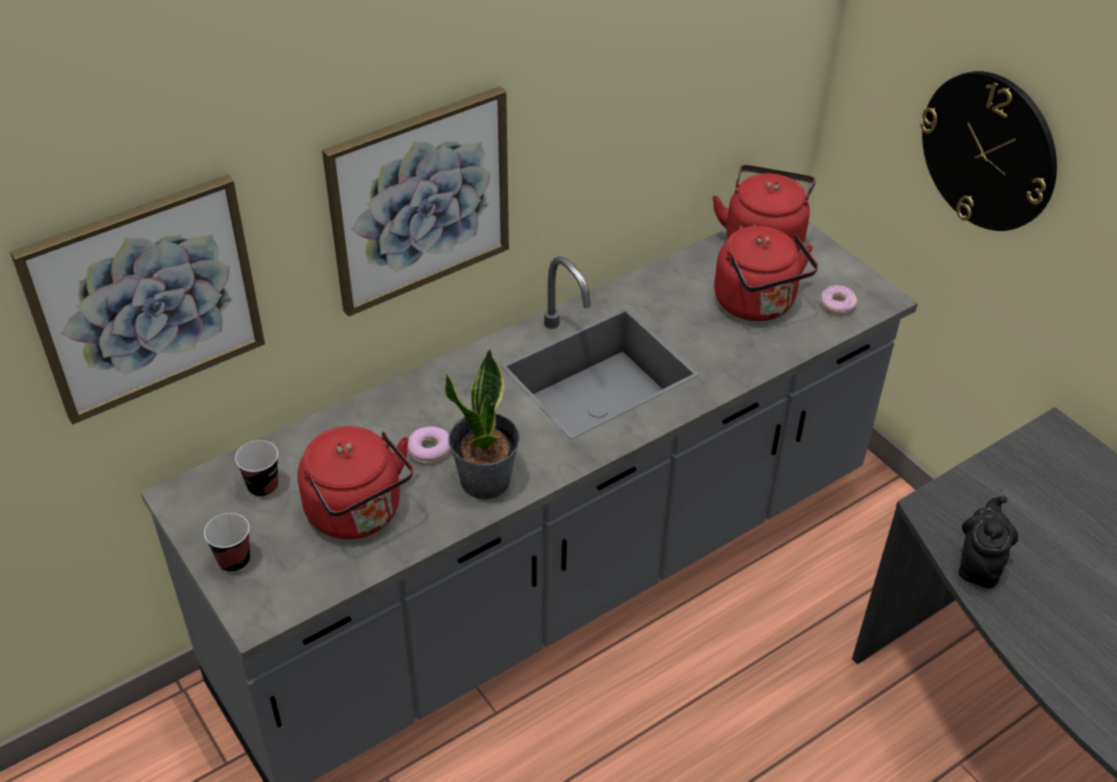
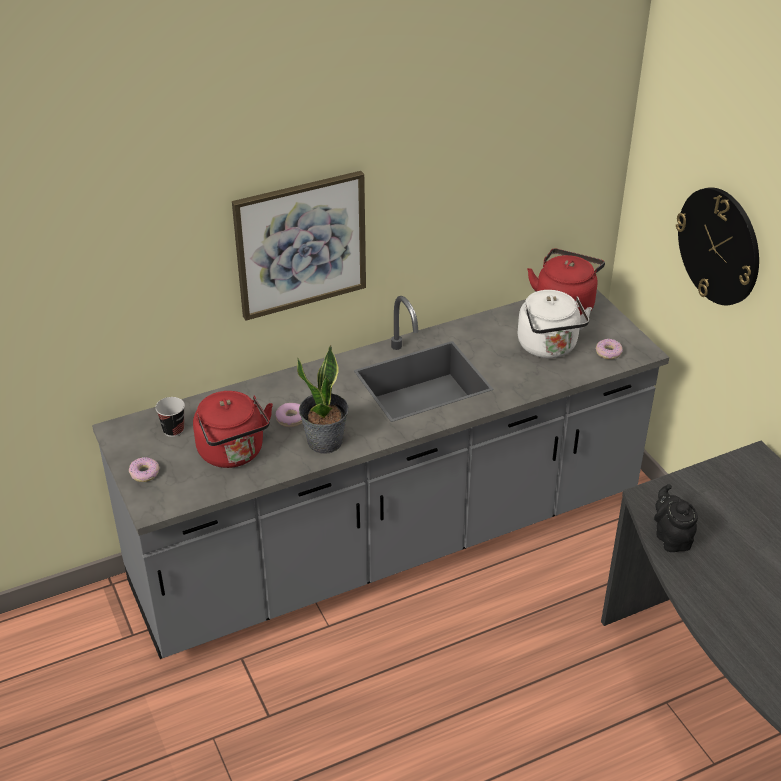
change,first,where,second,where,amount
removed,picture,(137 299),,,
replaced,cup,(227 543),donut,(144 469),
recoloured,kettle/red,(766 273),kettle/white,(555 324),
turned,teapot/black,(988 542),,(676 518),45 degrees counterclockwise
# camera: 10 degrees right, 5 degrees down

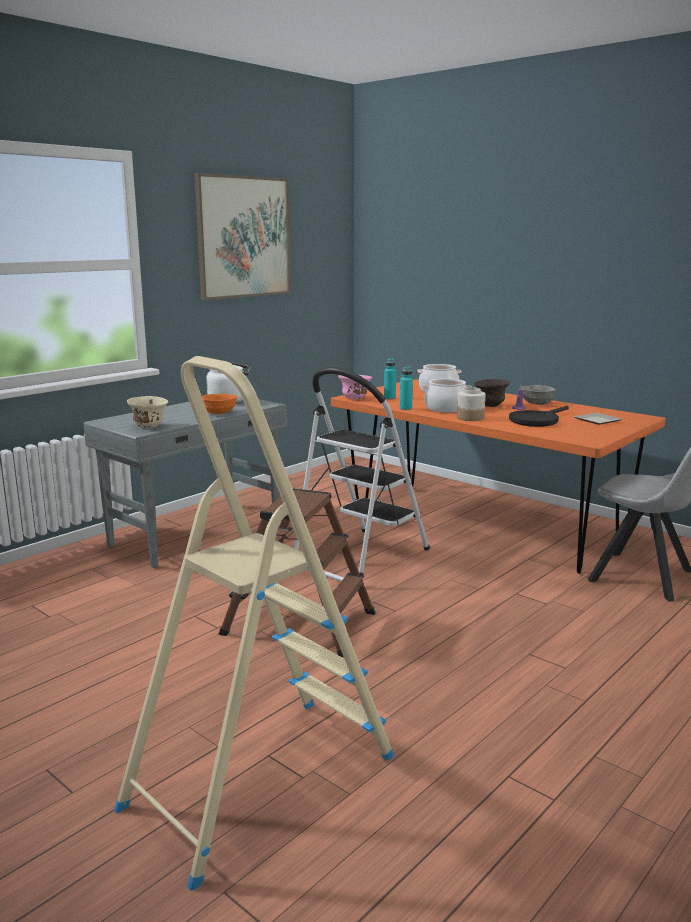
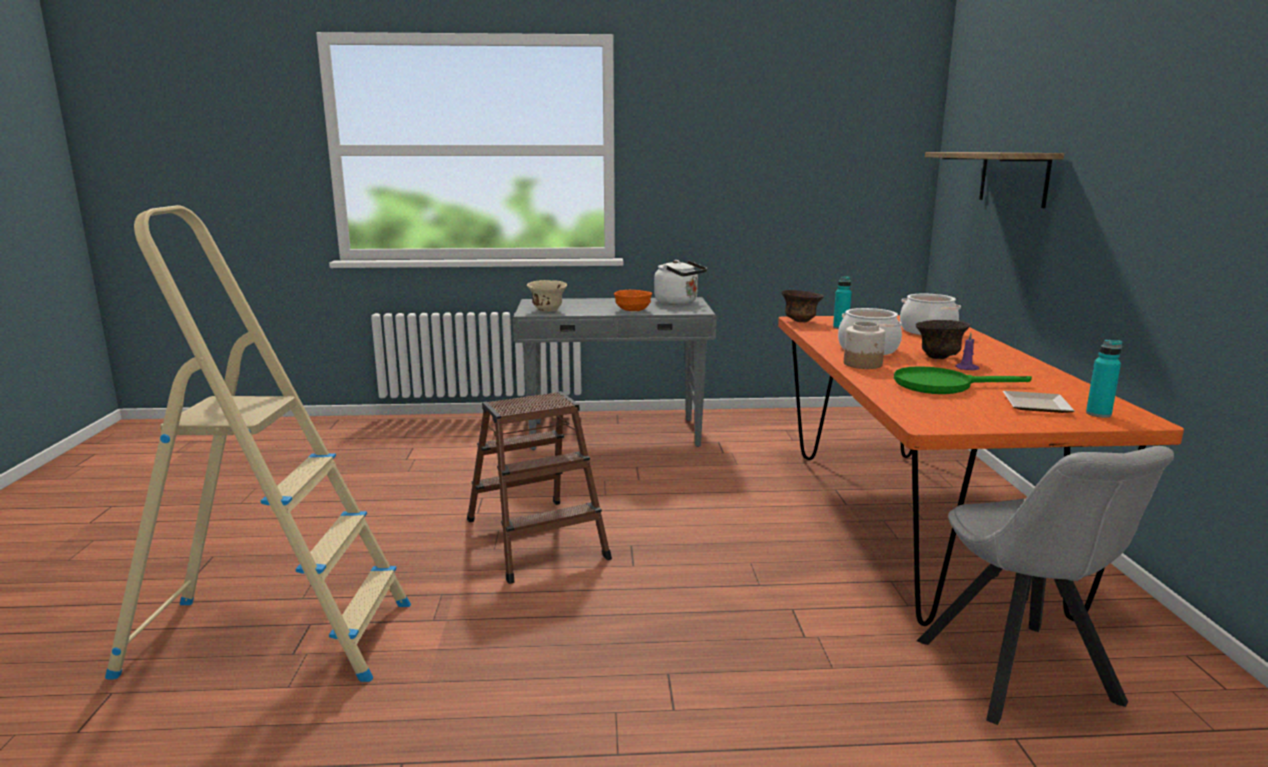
change,first,where,second,where,amount
removed,picture,(242 236),,,
removed,step ladder,(362 474),,,
removed,bowl/grey,(538 395),,,
added,,,shelf,(994 180),
moved,bottle/turquoise,(406 388),,(1104 379),
recoloured,bowl/pink,(355 387),bowl/brown,(802 306),
recoloured,frying pan/black,(539 416),frying pan/green,(963 380),
# camera: 45 degrees right, 0 degrees up

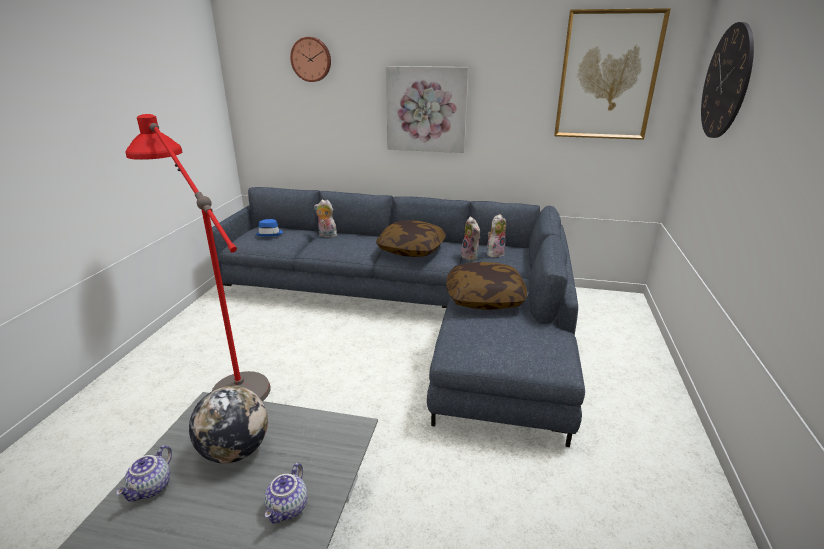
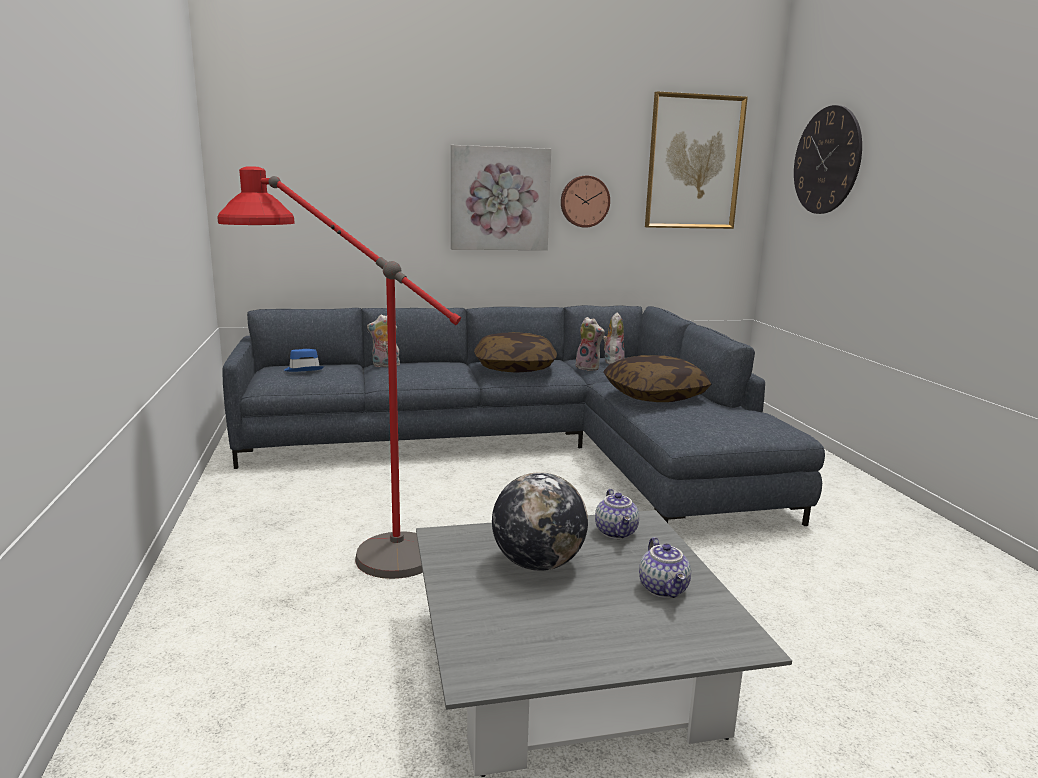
change,first,where,second,where,amount
moved,teapot,(144 473),,(617 514),
moved,wall clock,(310 59),,(585 202),
# camera: 25 degrees left, 10 degrees down

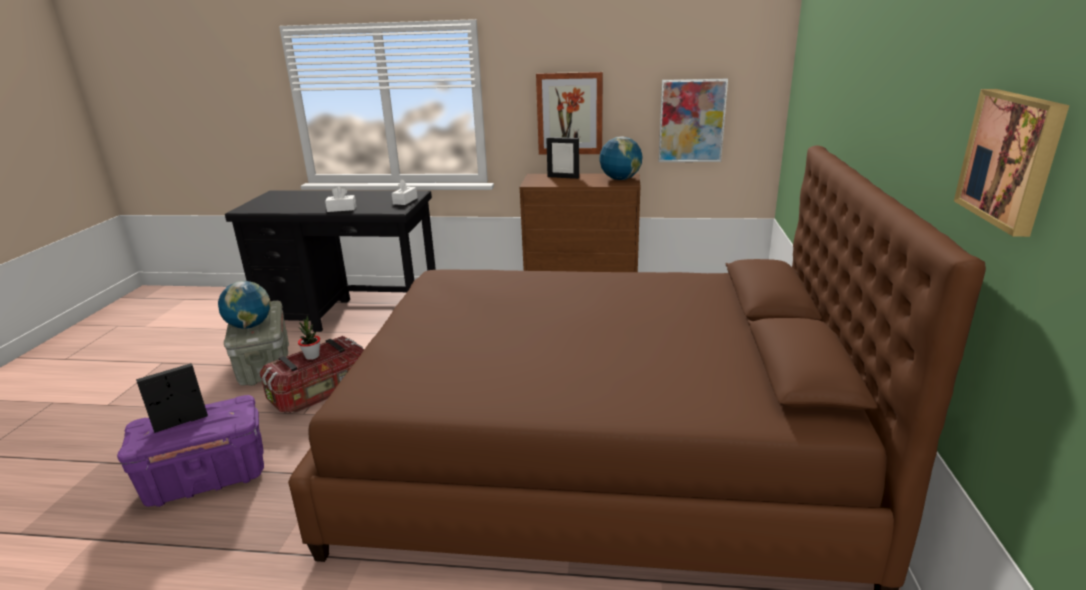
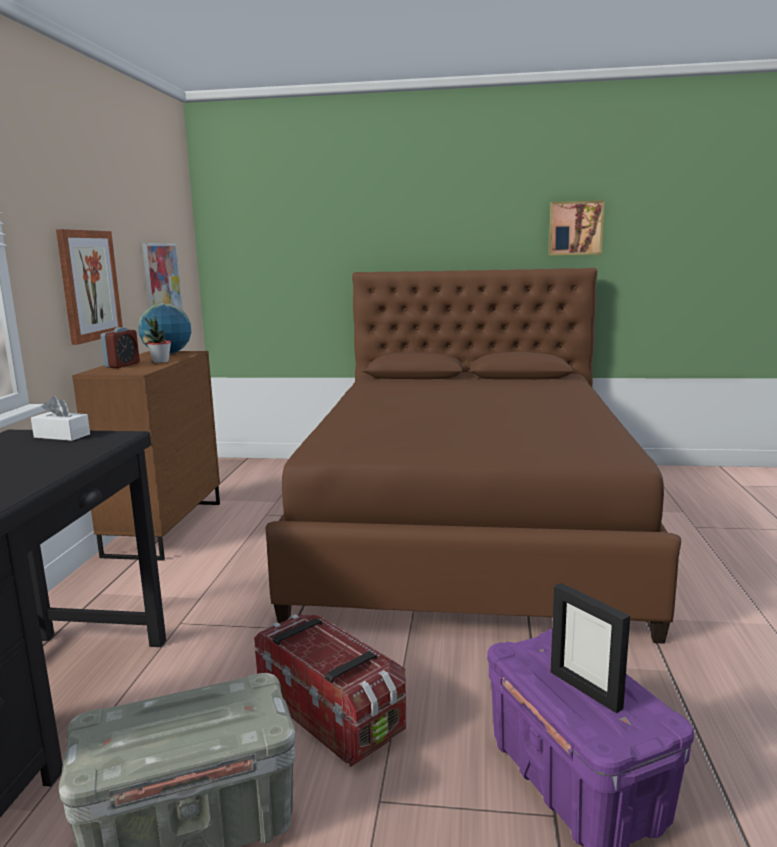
change,first,where,second,where,amount
removed,globe,(244 305),,,
removed,tissue box/white,(340 199),,,
moved,potted plant,(309 338),,(158 340),
replaced,picture frame,(562 158),alarm clock,(120 347),
# camera: 90 degrees left, 10 degrees down

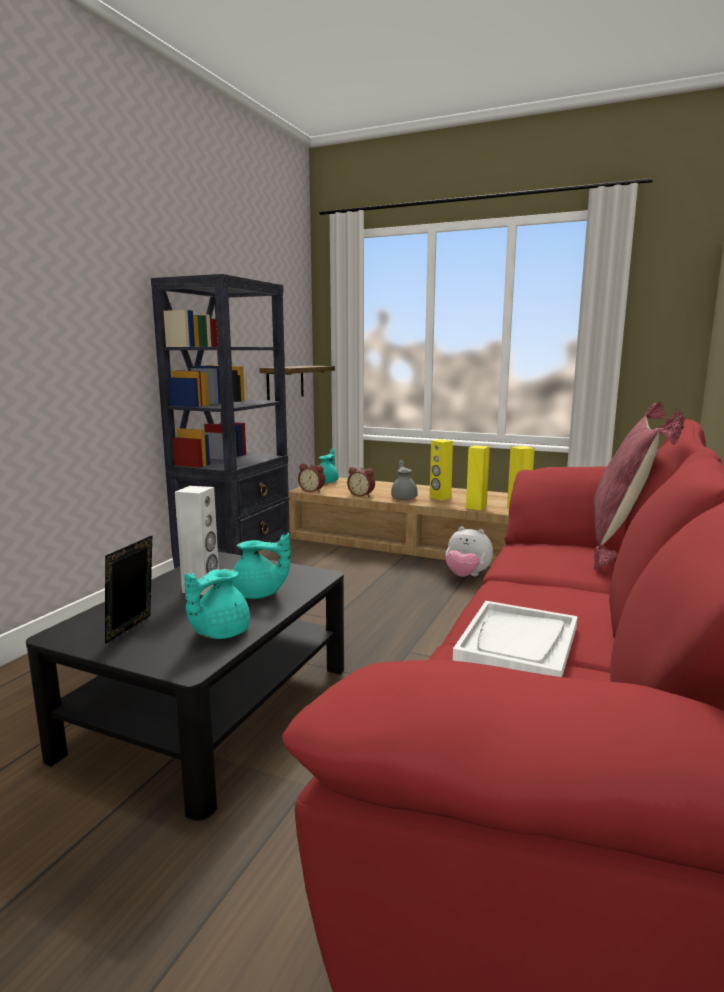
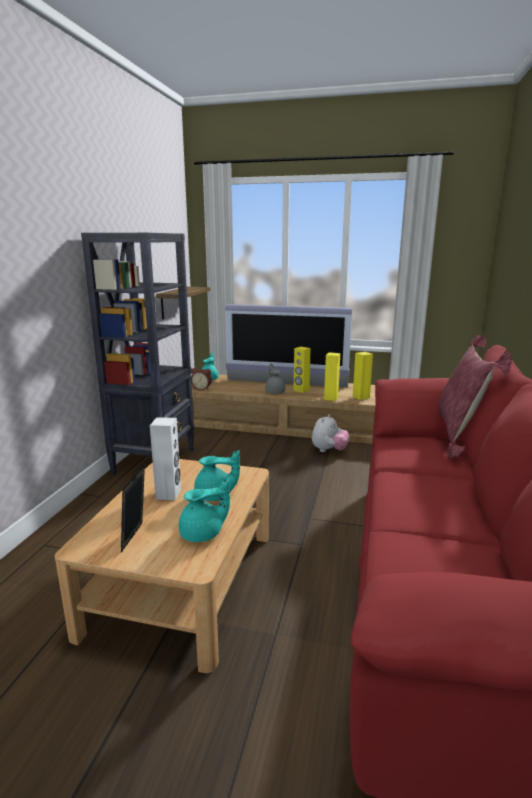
change,first,where,second,where,amount
removed,alarm clock,(361 482),,,
removed,tray/white,(515 639),,,
added,,,television,(288 345),
recoloured,coffee table/black,(185 686),coffee table/beige,(162 566),
turned,teapot/turquoise,(217 604),,(204 510),135 degrees counterclockwise
turned,plush toy,(469 551),,(331 433),75 degrees counterclockwise
# camera: 10 degrees left, 5 degrees up

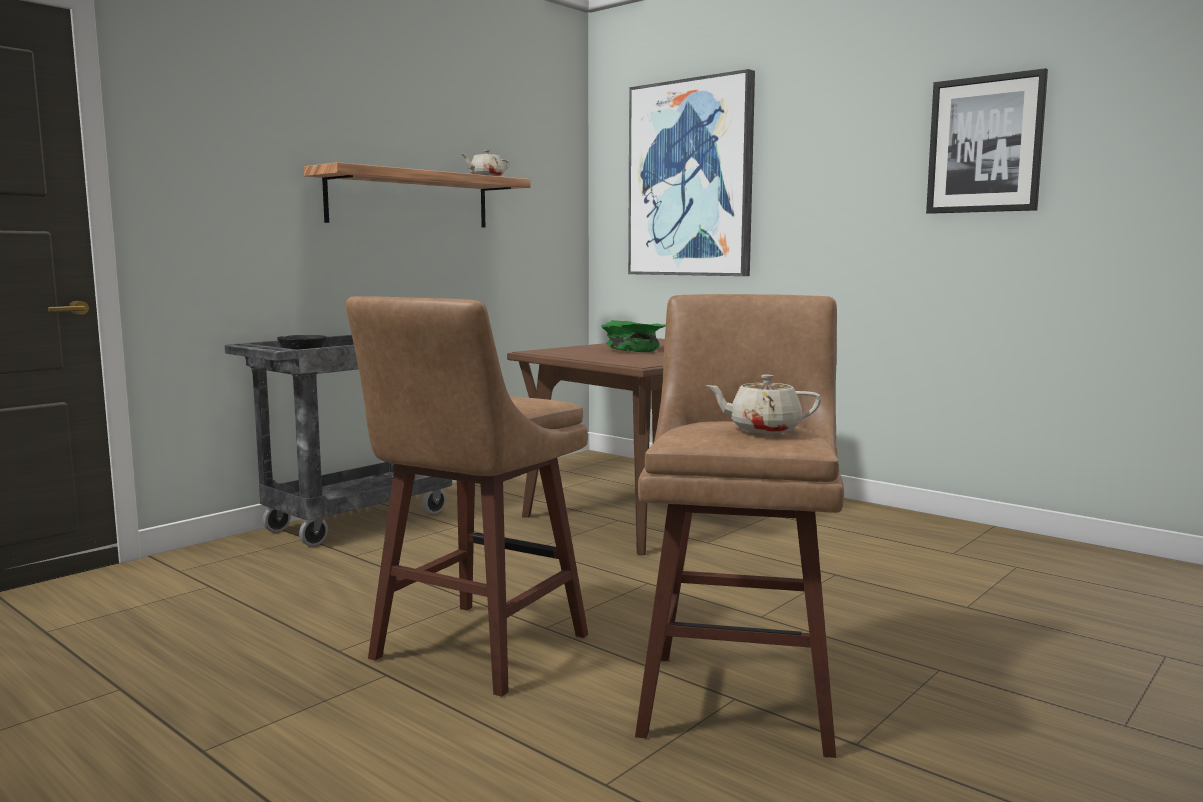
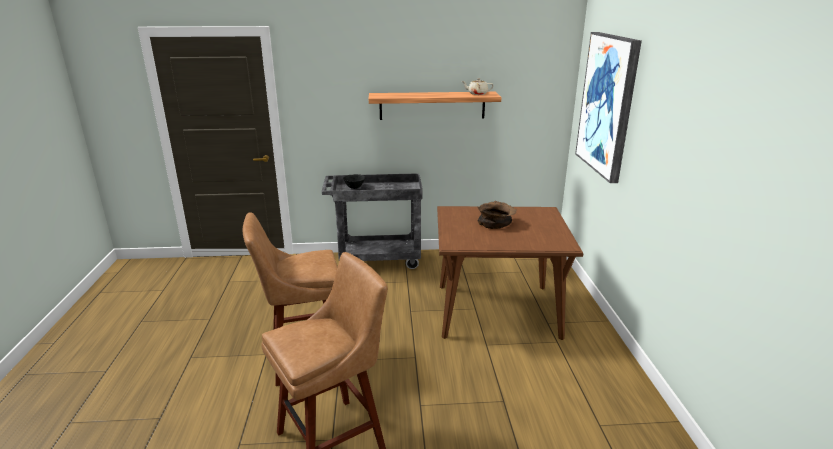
change,first,where,second,where,amount
removed,teapot/beige,(763 404),,,
removed,picture,(987 141),,,
recoloured,bowl/green,(633 336),bowl/brown,(497 215),
# camera: 45 degrees right, 15 degrees up

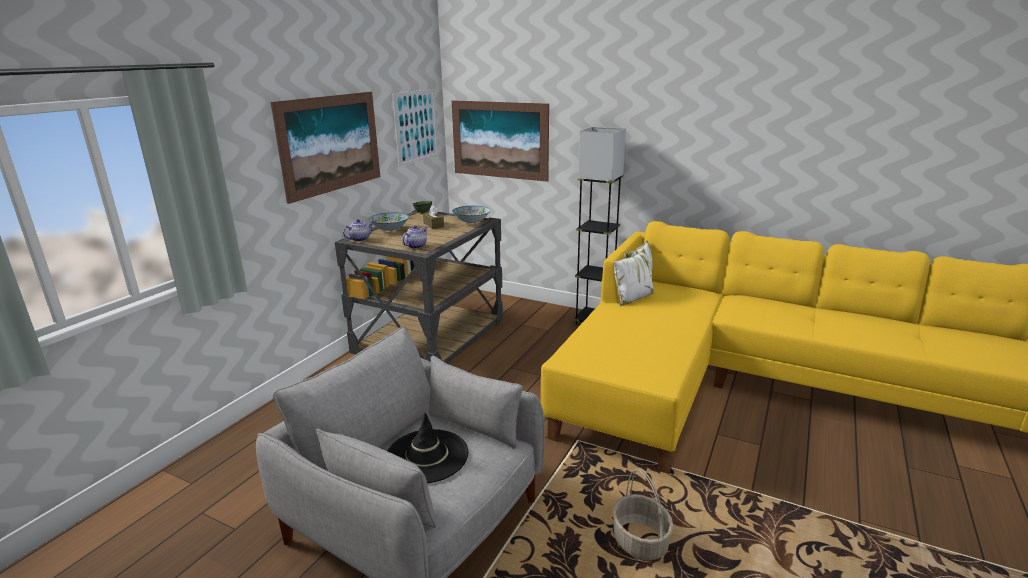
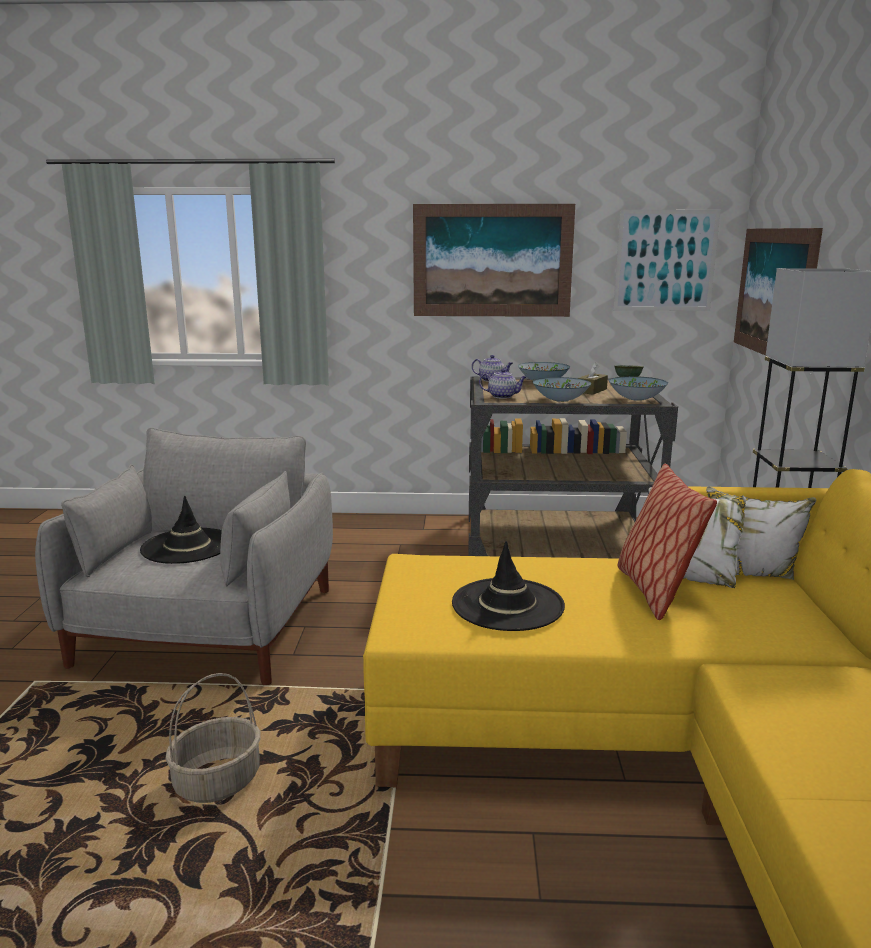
change,first,where,second,where,amount
added,,,hat/black,(508 586),
added,,,bowl,(561 389),
added,,,pillow,(667 542),
# camera: 65 degrees right, 5 degrees down

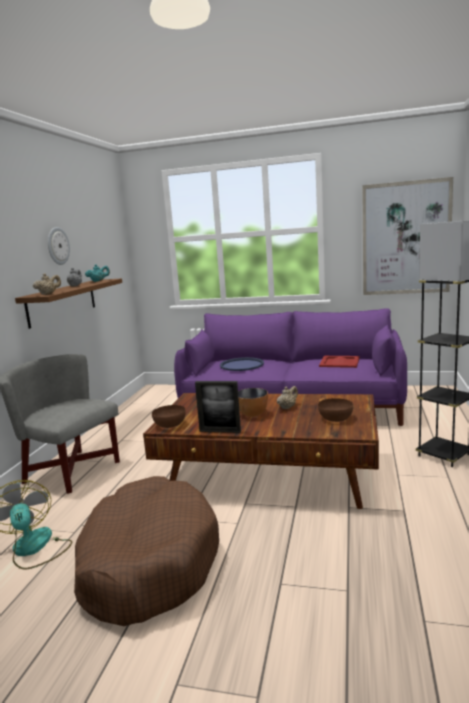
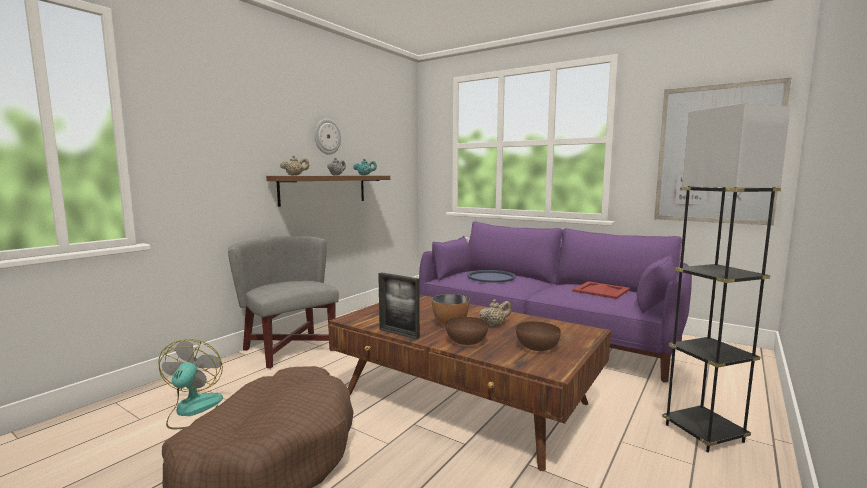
change,first,where,second,where,amount
moved,bowl/brown,(169 416),,(467 331),
# camera: 20 degrees right, 5 degrees down

